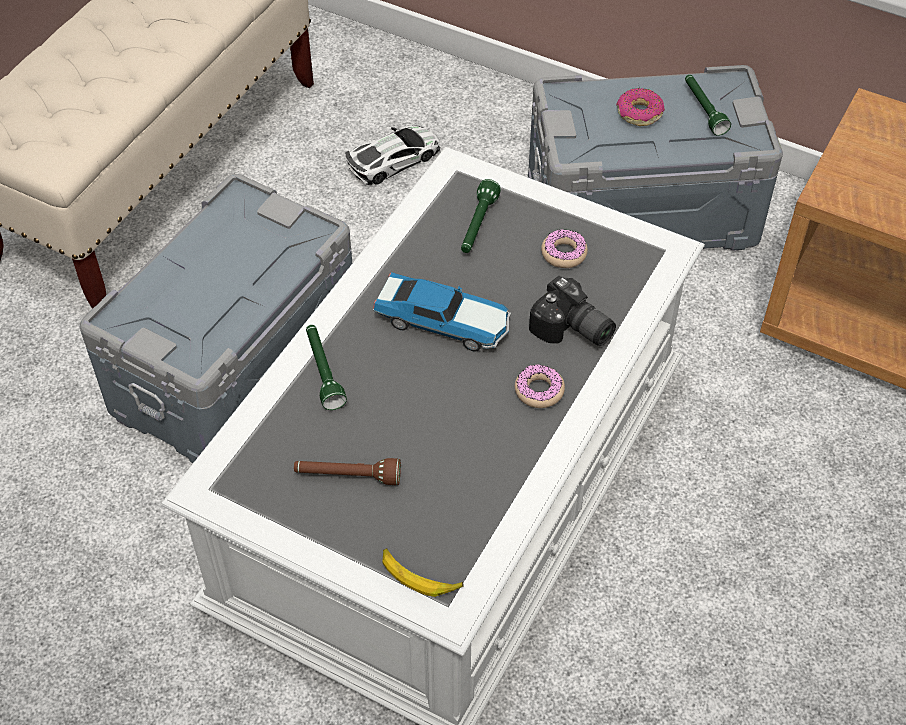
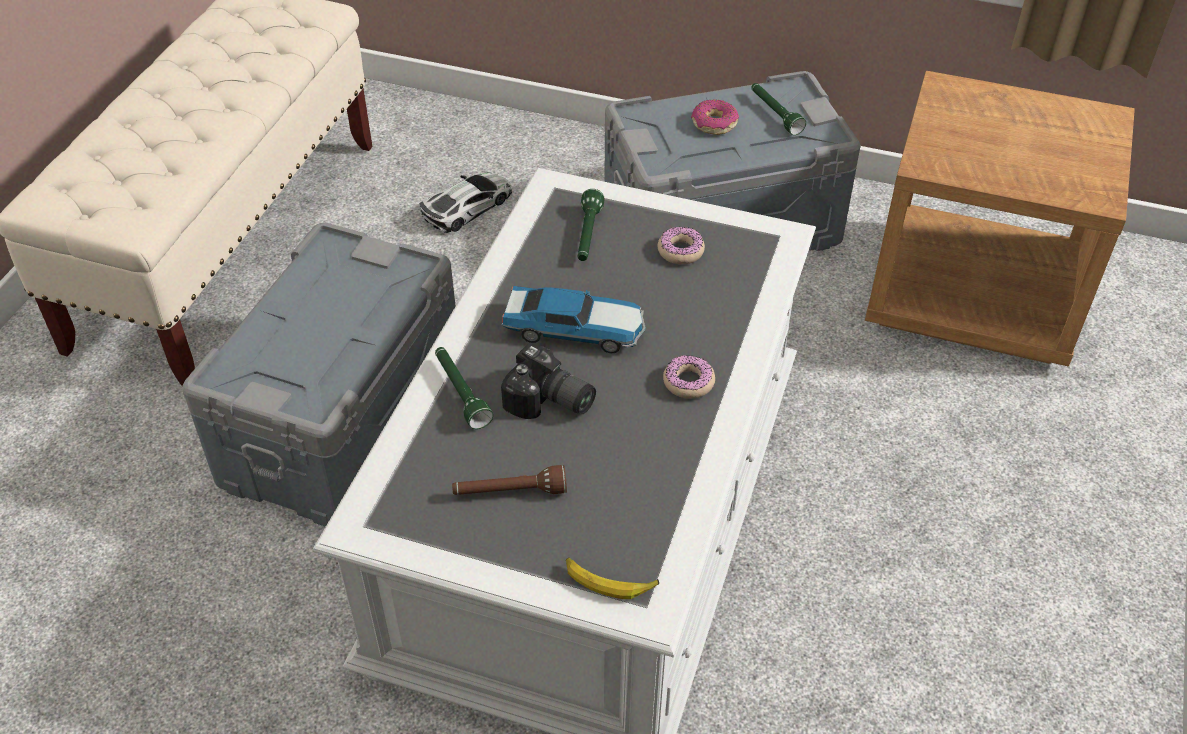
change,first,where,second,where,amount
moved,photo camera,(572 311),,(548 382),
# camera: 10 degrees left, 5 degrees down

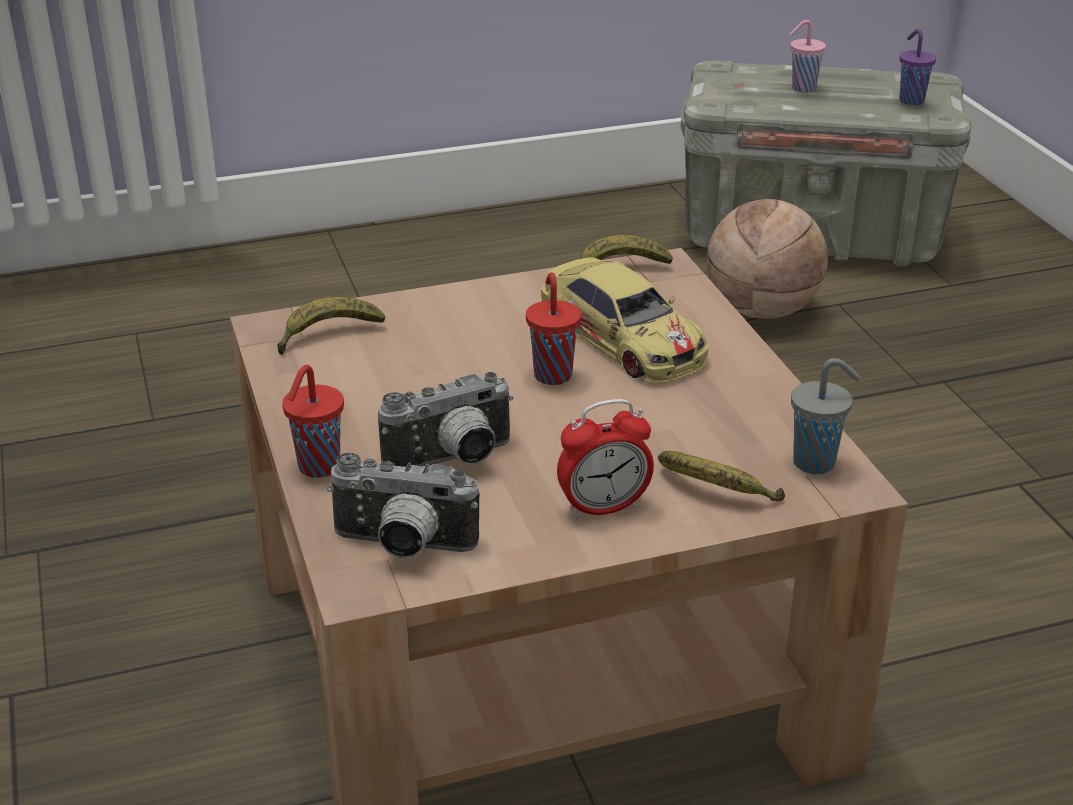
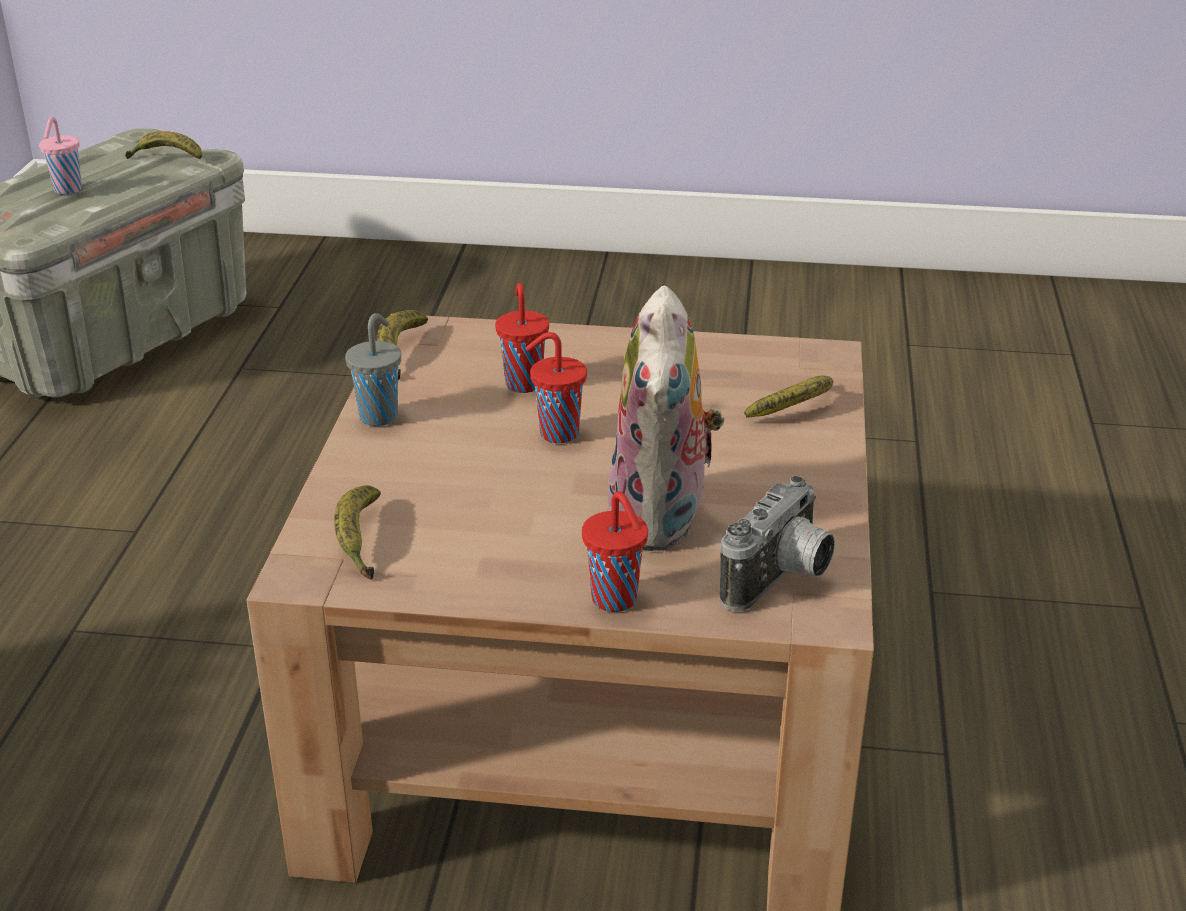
change,first,where,second,where,amount
removed,alarm clock,(605 459),,,
removed,basketball,(767 259),,,
moved,cup/grey,(826 416),,(373 369),
replaced,photo camera,(445 419),plush toy,(666 418),
replaced,toy car,(625 320),cup/red,(522 338),
replaced,cup/purple,(918 67),banana,(163 145),
# camera: 65 degrees left, 0 degrees up

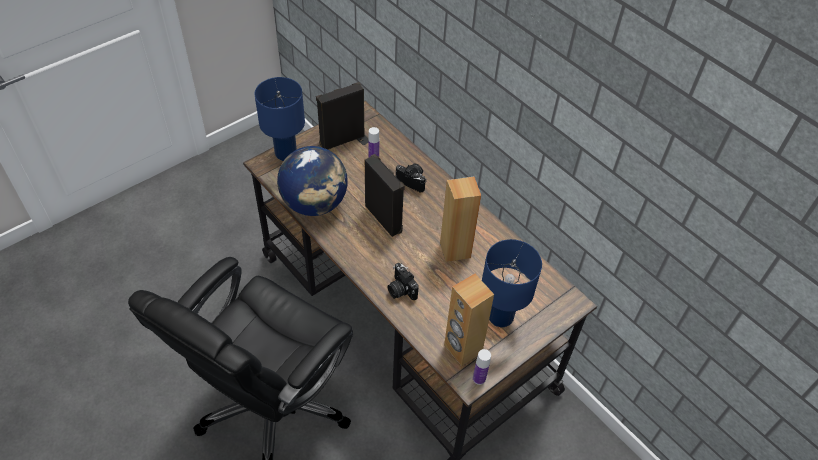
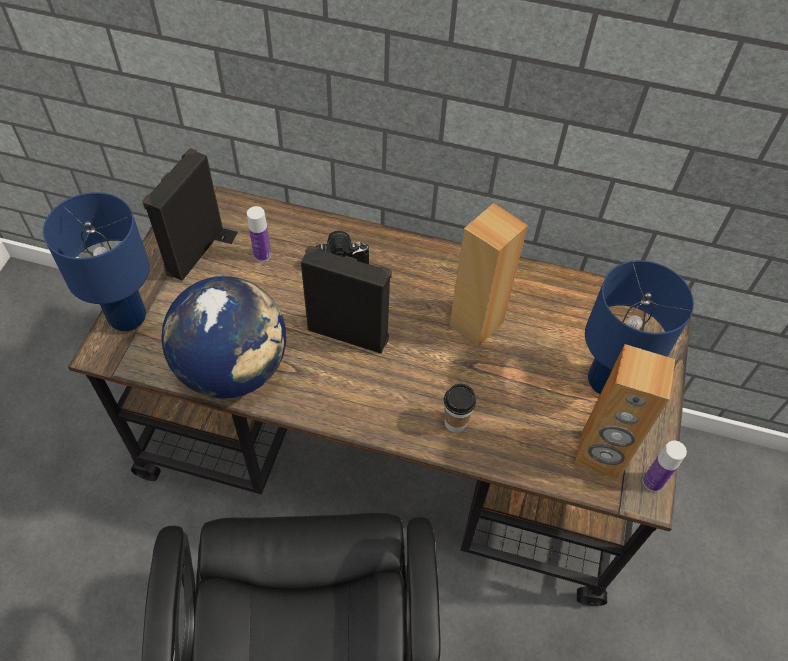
change,first,where,second,where,amount
replaced,photo camera,(403 282),cup,(460 408),
# camera: 35 degrees left, 5 degrees up

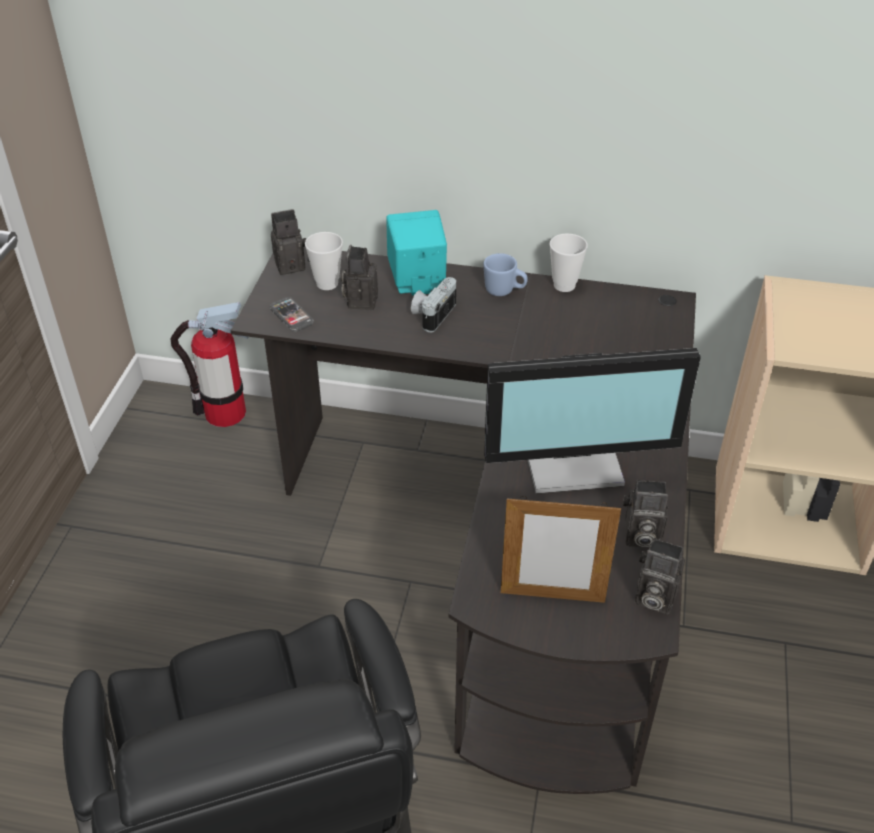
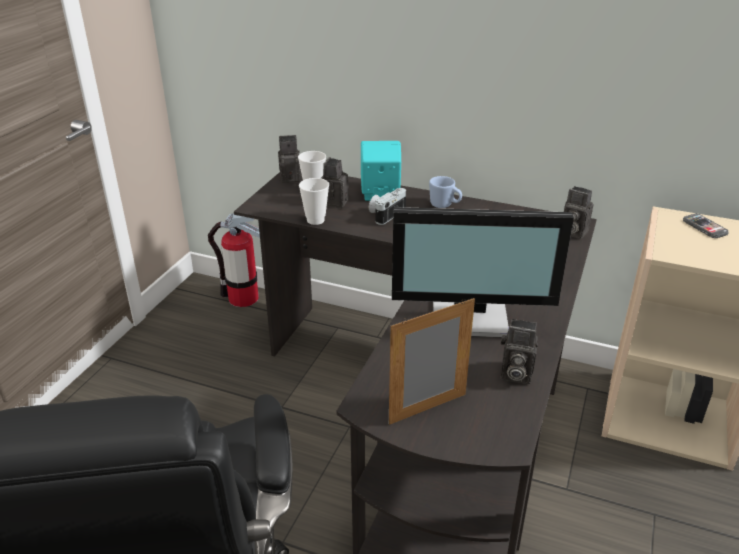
change,first,where,second,where,amount
moved,phone,(291 314),,(706 226),
moved,cup,(568 262),,(314 201),
moved,photo camera,(660 576),,(578 212),
turned,picture frame,(561 549),,(432 361),135 degrees clockwise
# camera: 10 degrees right, 10 degrees down

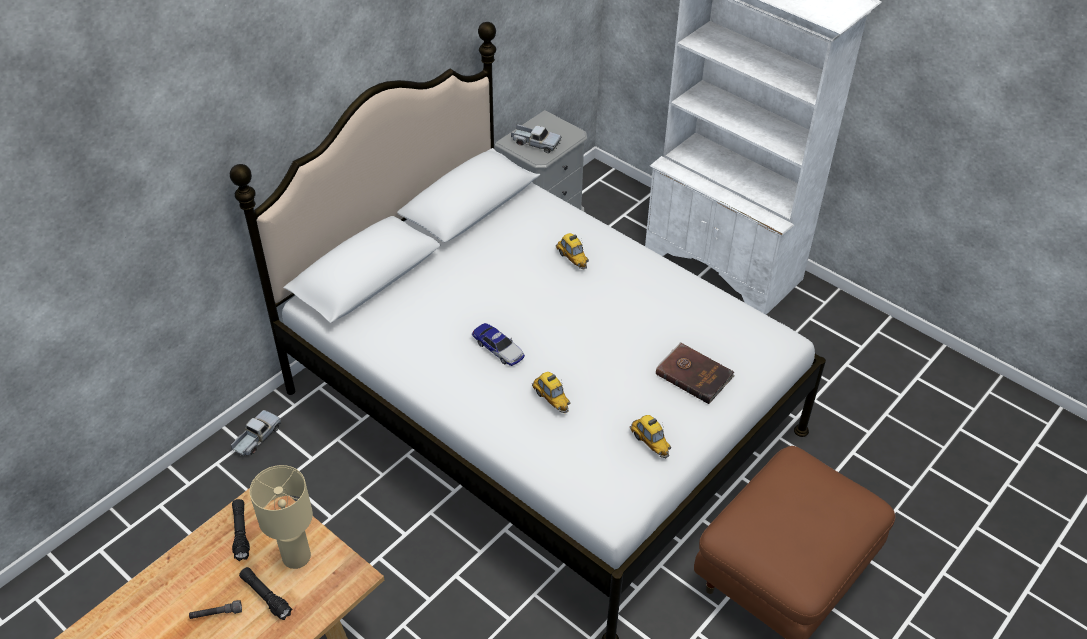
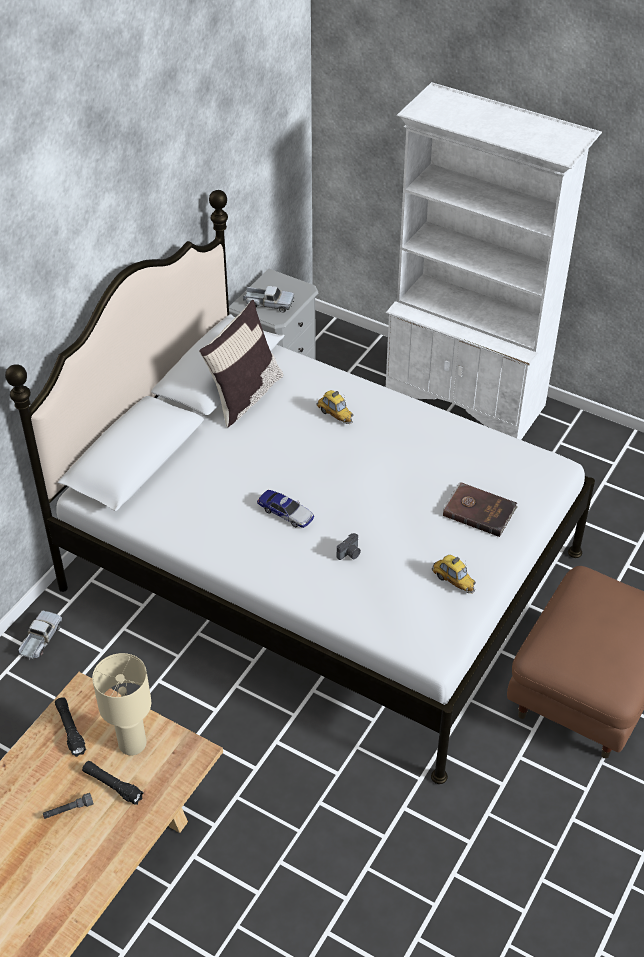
change,first,where,second,where,amount
added,,,pillow,(241 364),
replaced,toy car,(551 393),photo camera,(349 546),
# camera: 10 degrees left, 0 degrees up

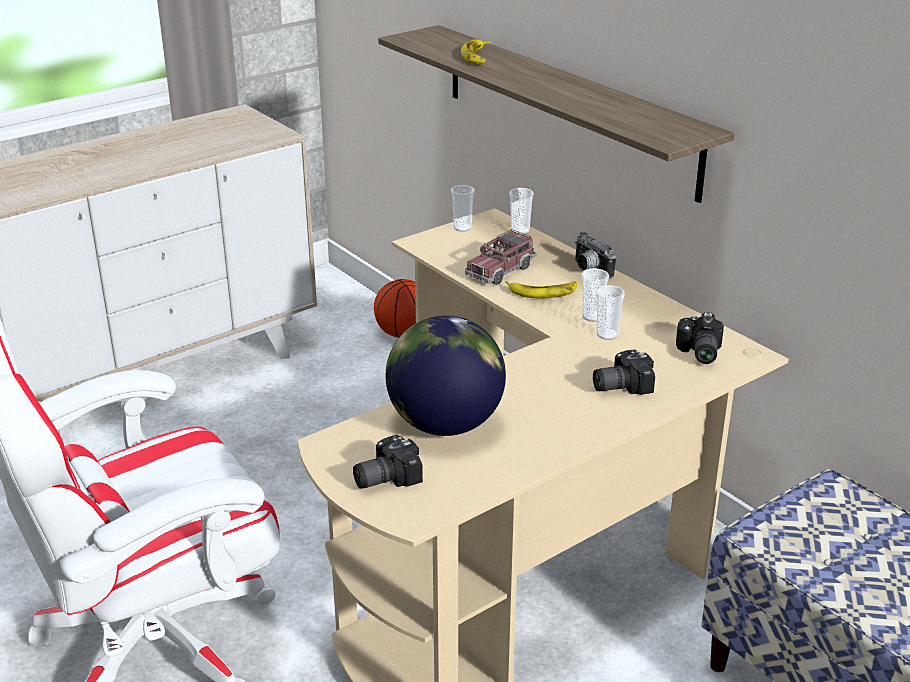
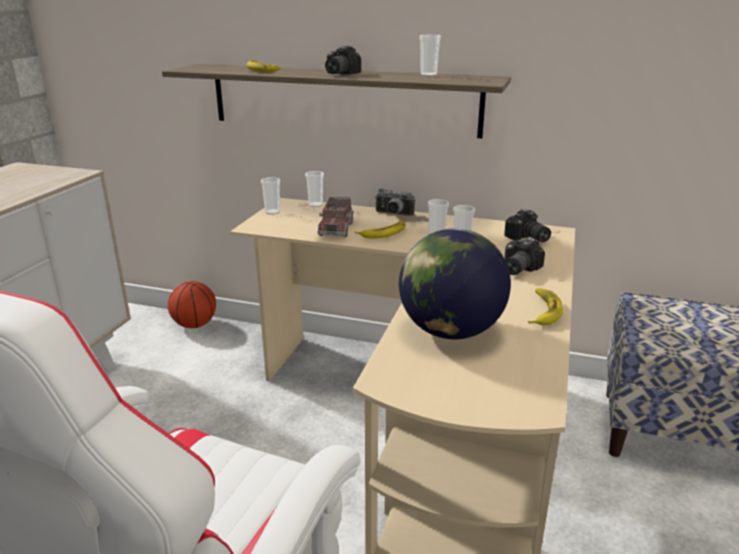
change,first,where,second,where,amount
added,,,cup,(430 55),
added,,,banana,(545 306),
moved,photo camera,(388 462),,(343 60),
# camera: 35 degrees left, 5 degrees down

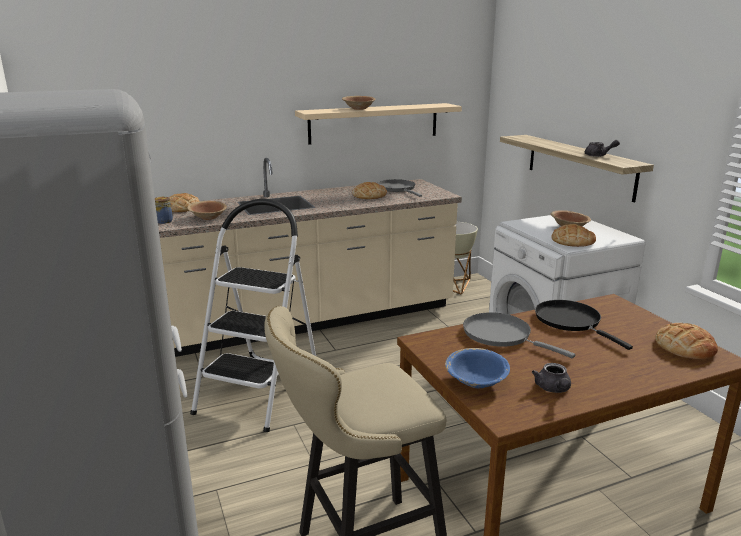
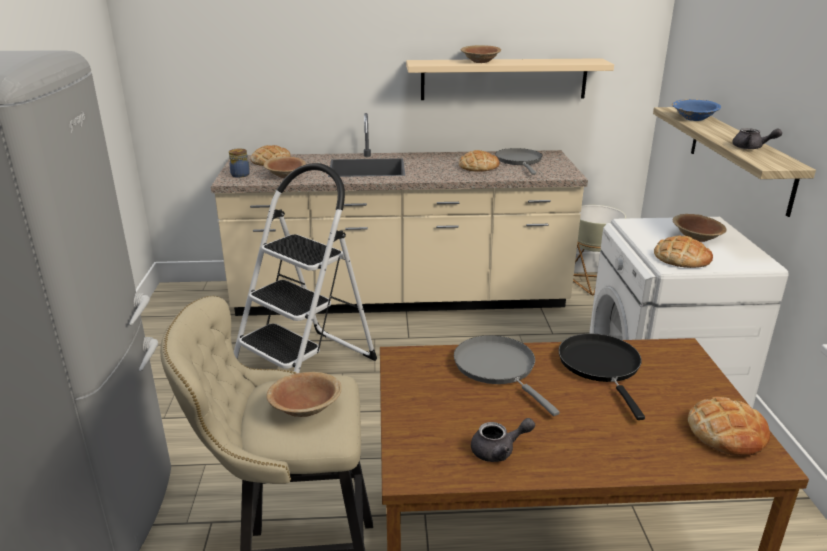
change,first,where,second,where,amount
added,,,bowl/brown,(304 394),
moved,bowl/blue,(477 368),,(696 110),
turned,teapot/grey,(551 378),,(503 440),120 degrees counterclockwise
# camera: 20 degrees right, 5 degrees up

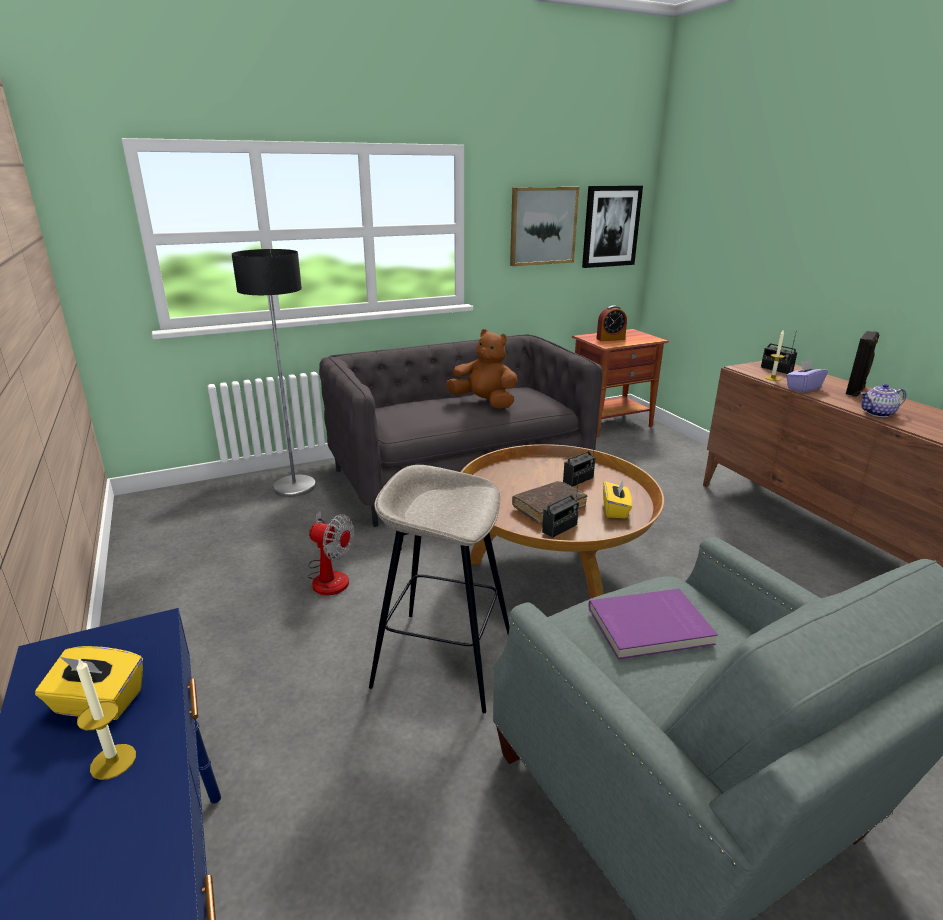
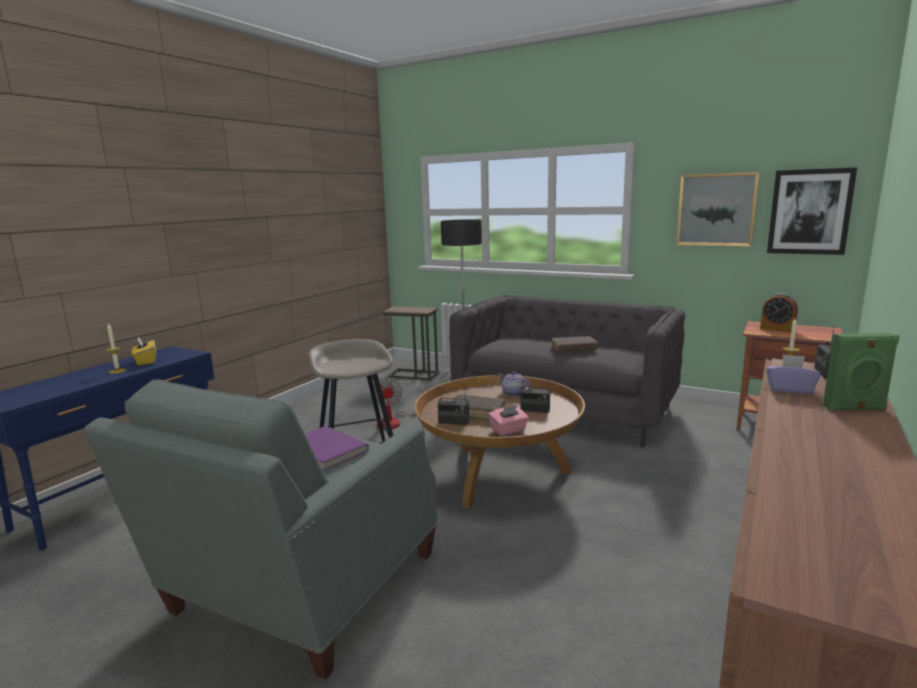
change,first,where,second,where,amount
added,,,side table/brown,(411 344),
moved,teapot,(883 400),,(514 383),
replaced,plush toy/brown,(482 369),book/brown,(574 344),
recoloured,tissue box/yellow,(617 499),tissue box/pink,(509 420),
recoloured,speaker/black,(863 364),speaker/green,(861 372),
# camera: 55 degrees right, 10 degrees down

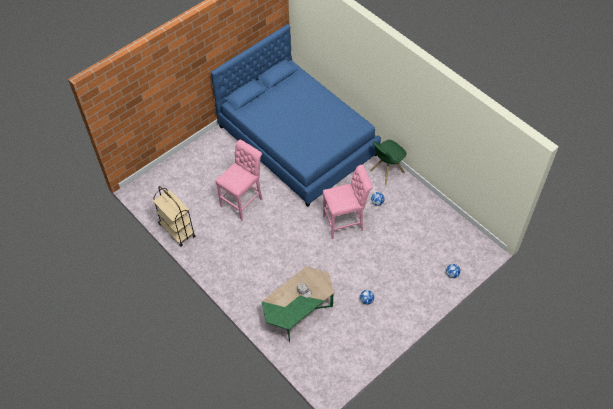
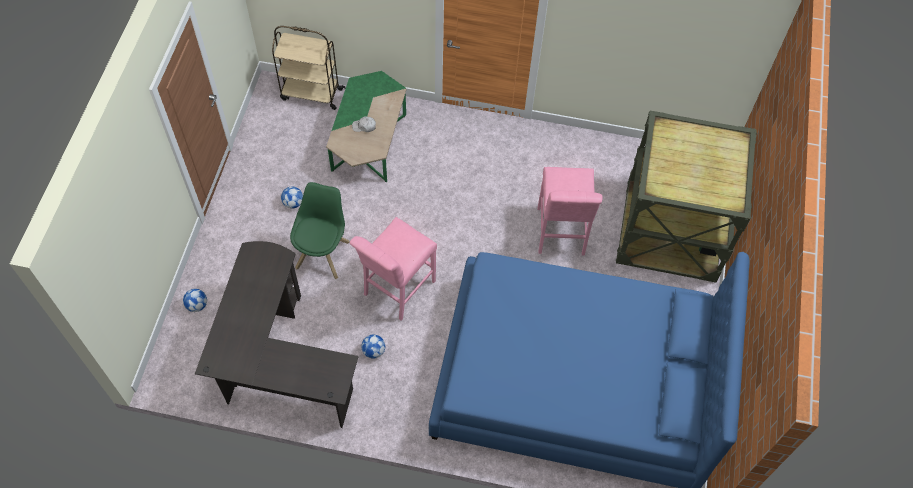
change,first,where,second,where,amount
added,,,desk/black,(276 334),
added,,,bookcase,(686 197),
moved,cart/beige,(174 216),,(309 68),
moved,chair/green,(388 162),,(320 230),
# camera: 140 degrees right, 5 degrees up

